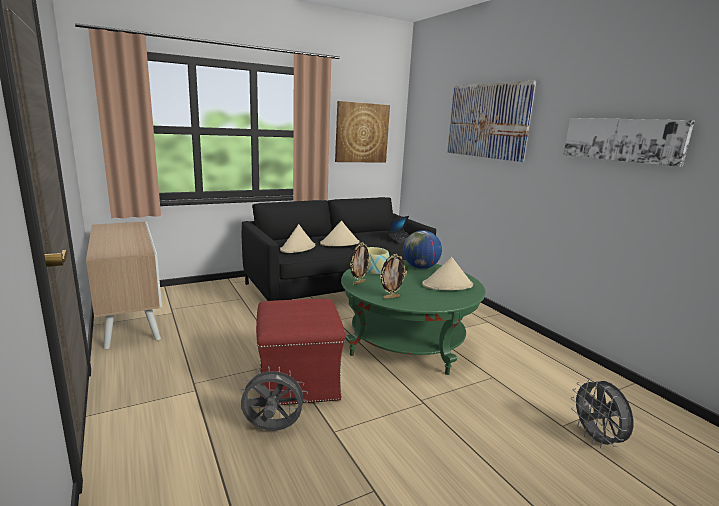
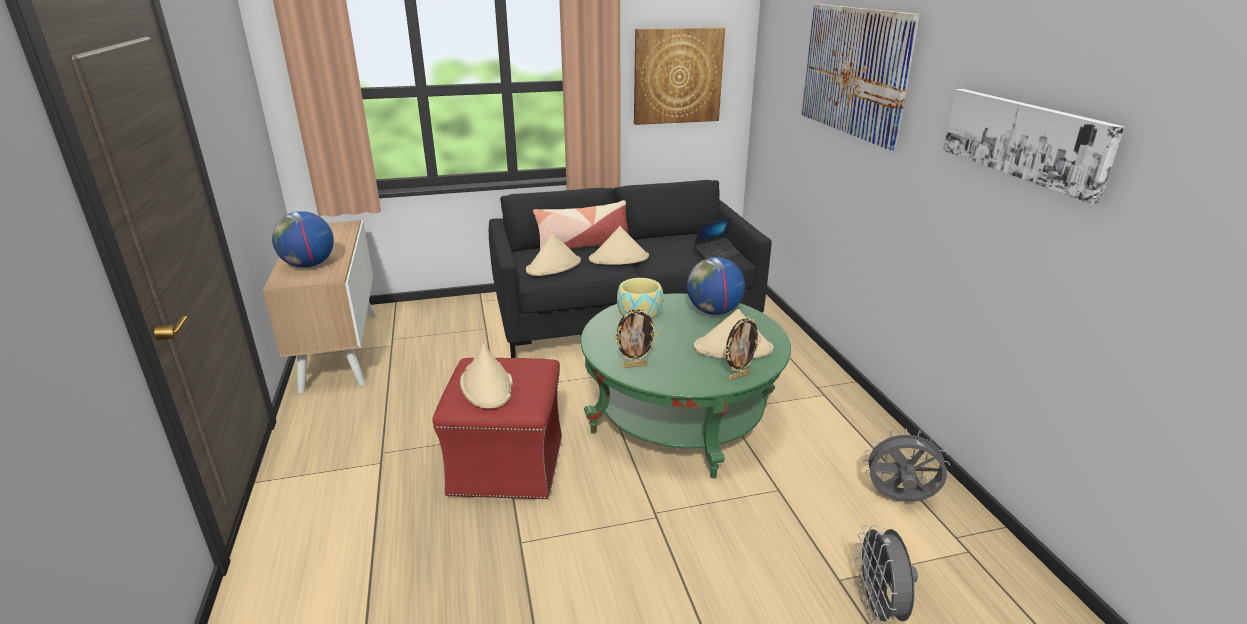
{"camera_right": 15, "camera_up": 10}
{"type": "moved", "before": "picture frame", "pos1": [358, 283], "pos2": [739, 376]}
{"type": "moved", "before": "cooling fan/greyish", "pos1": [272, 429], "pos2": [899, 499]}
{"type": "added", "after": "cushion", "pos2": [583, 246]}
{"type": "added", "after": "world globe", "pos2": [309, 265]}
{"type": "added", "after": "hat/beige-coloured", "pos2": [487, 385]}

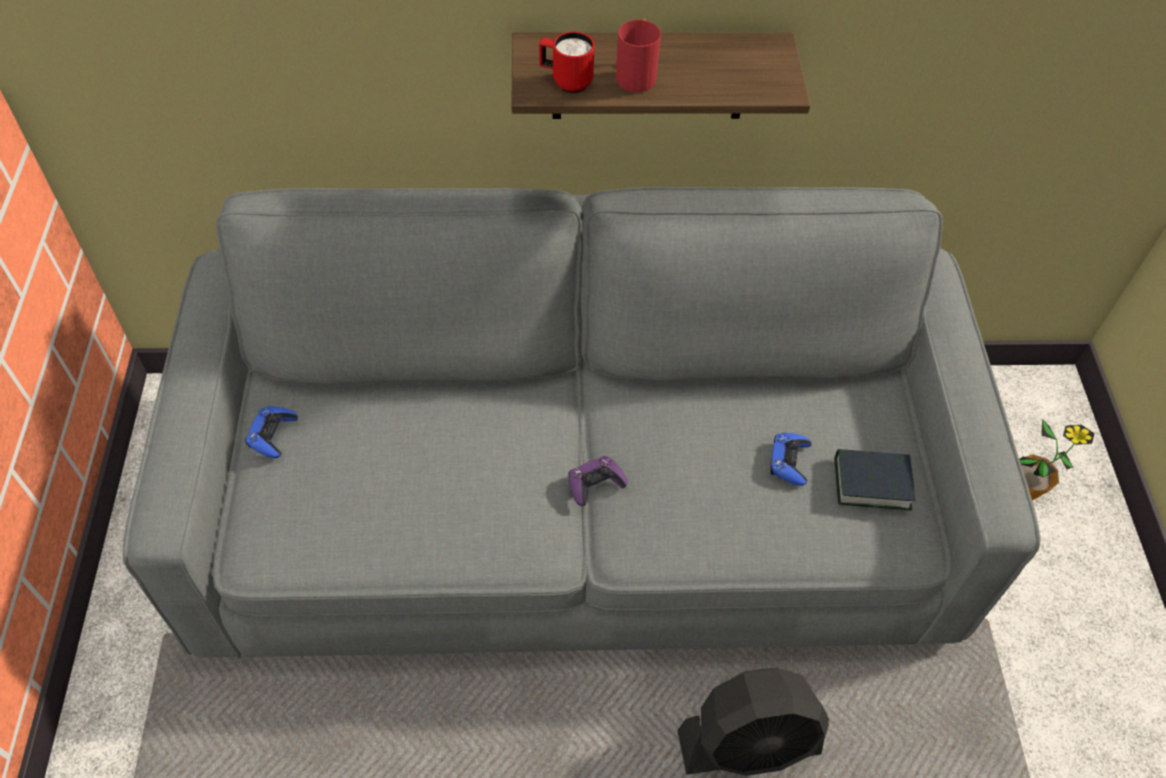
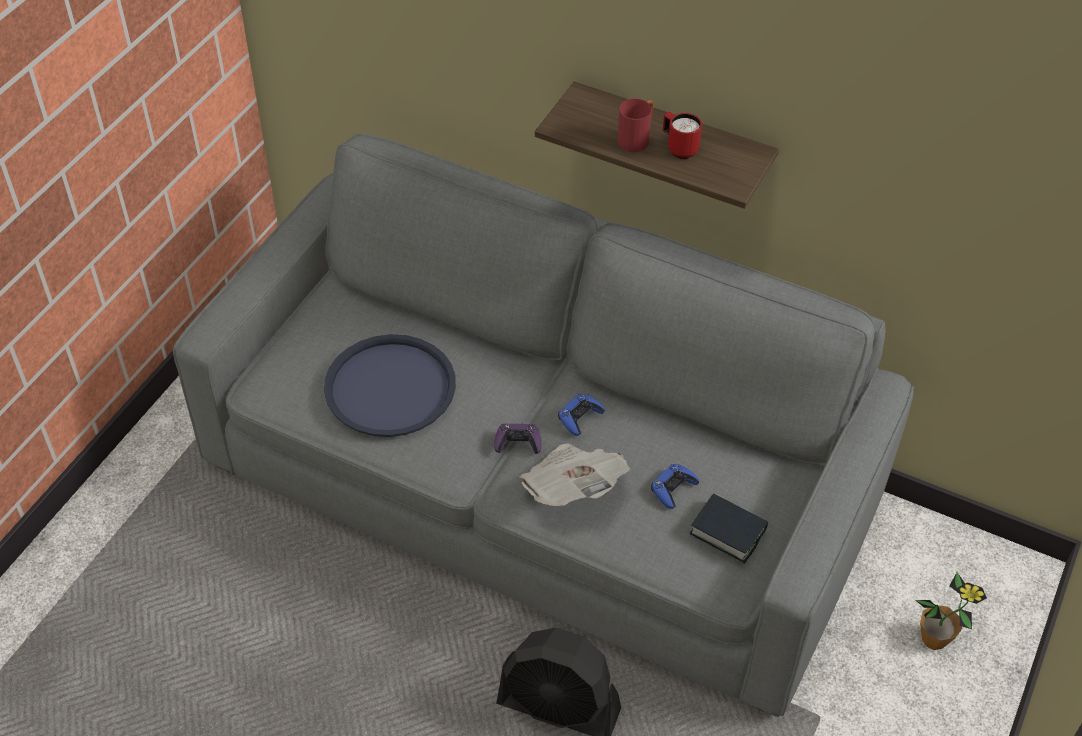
{"camera_right": 30, "camera_up": -5}
{"type": "moved", "before": "coffee mug/reddish", "pos1": [566, 81], "pos2": [678, 148]}
{"type": "moved", "before": "gamepad/blue", "pos1": [272, 435], "pos2": [580, 417]}
{"type": "added", "after": "carrying tray/blue", "pos2": [390, 387]}
{"type": "added", "after": "daily paper", "pos2": [572, 489]}

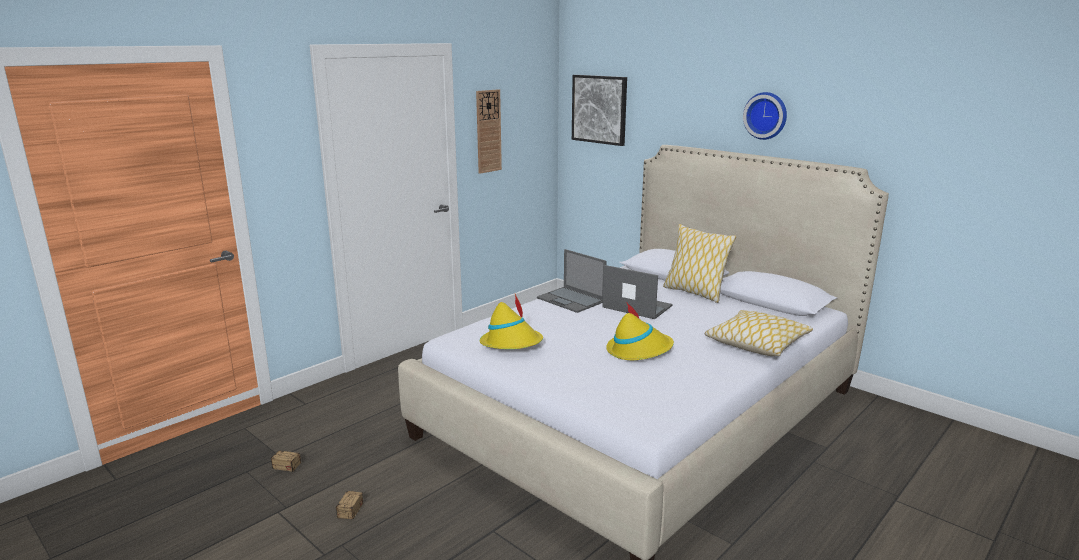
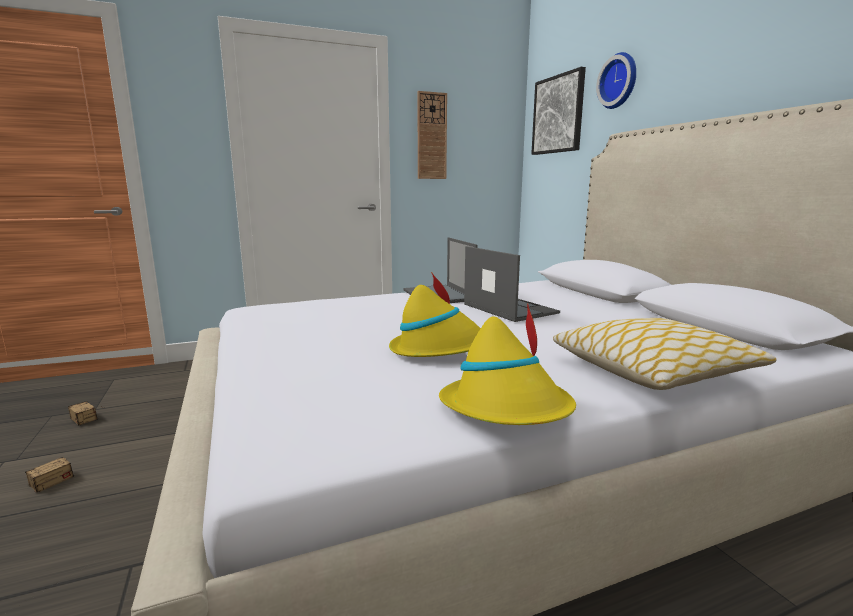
{"camera_right": 25, "camera_up": -5}
{"type": "moved", "before": "hanging clock", "pos1": [766, 115], "pos2": [619, 81]}
{"type": "removed", "before": "cushion", "pos1": [695, 293]}
{"type": "moved", "before": "hat/yellow-coloured", "pos1": [512, 343], "pos2": [506, 408]}

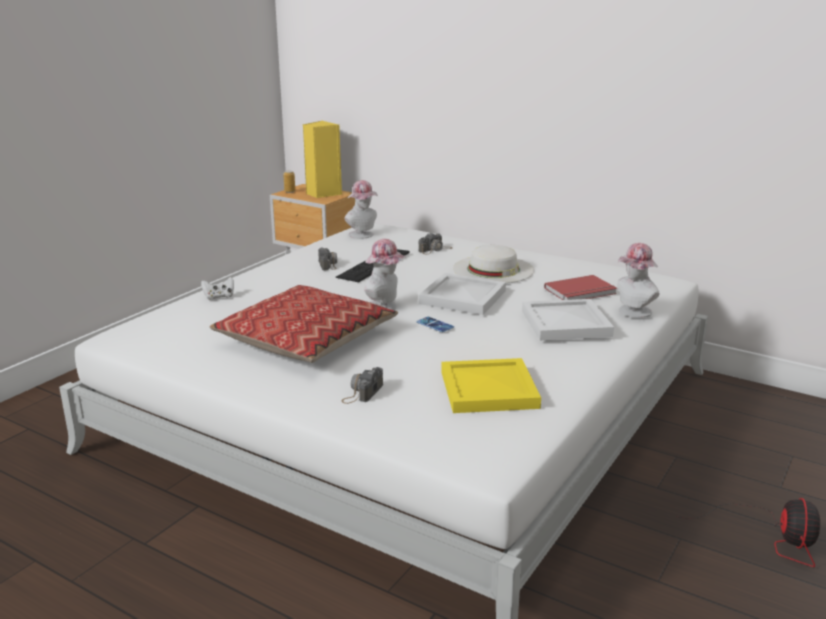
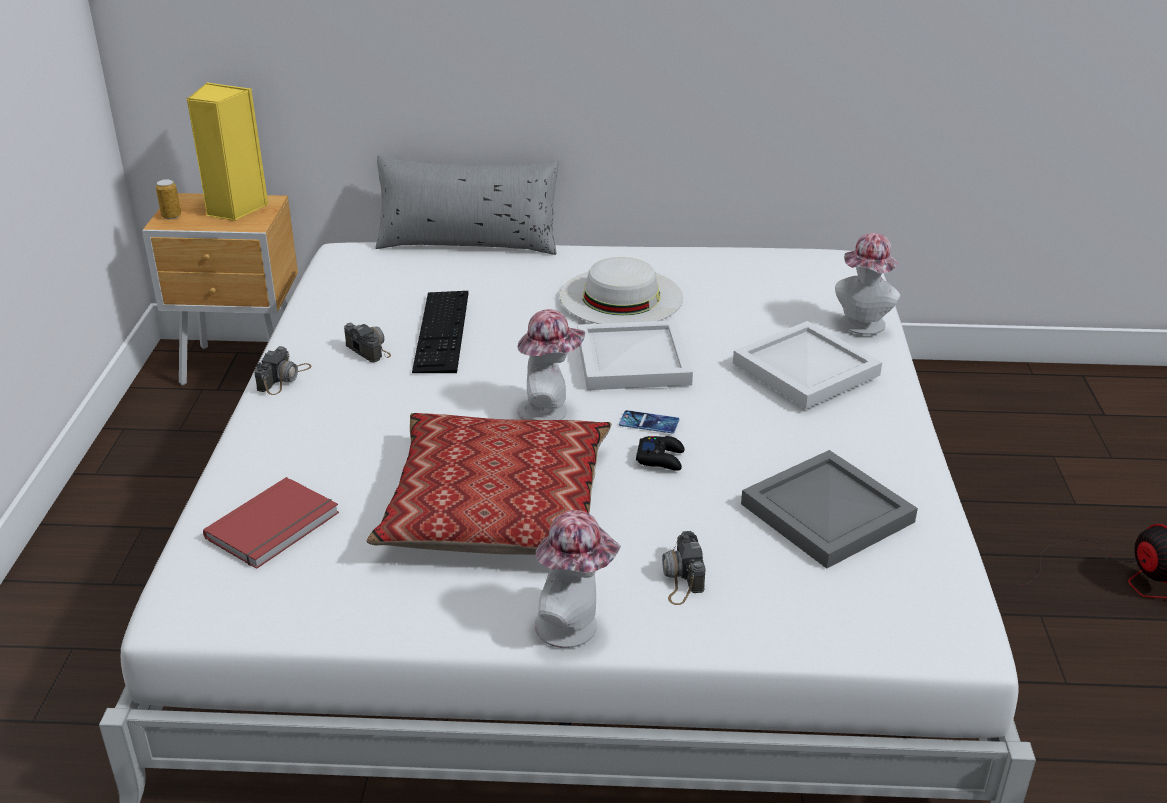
{"camera_right": -30, "camera_up": 10}
{"type": "moved", "before": "hat", "pos1": [363, 235], "pos2": [574, 627]}
{"type": "moved", "before": "photo camera", "pos1": [435, 249], "pos2": [284, 378]}
{"type": "moved", "before": "volume/reddish", "pos1": [581, 292], "pos2": [275, 527]}
{"type": "removed", "before": "gamepad/whitish", "pos1": [219, 297]}
{"type": "recoloured", "before": "carrying tray/yellow-coloured", "after": "carrying tray/greyish", "pos1": [487, 389], "pos2": [824, 512]}
{"type": "added", "after": "cushion/greyish", "pos2": [468, 242]}
{"type": "added", "after": "gamepad/blackish", "pos2": [661, 458]}

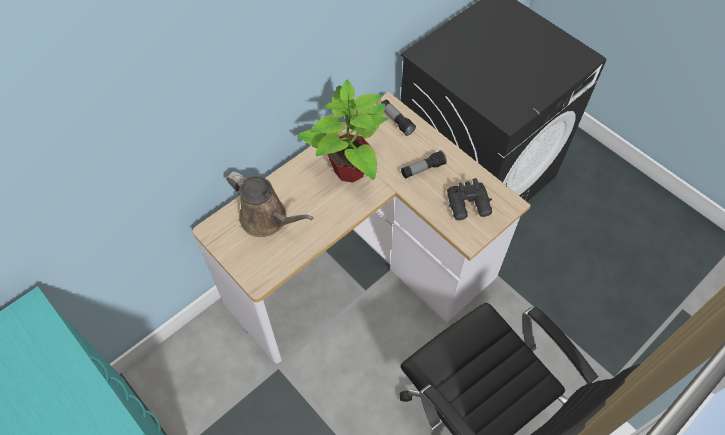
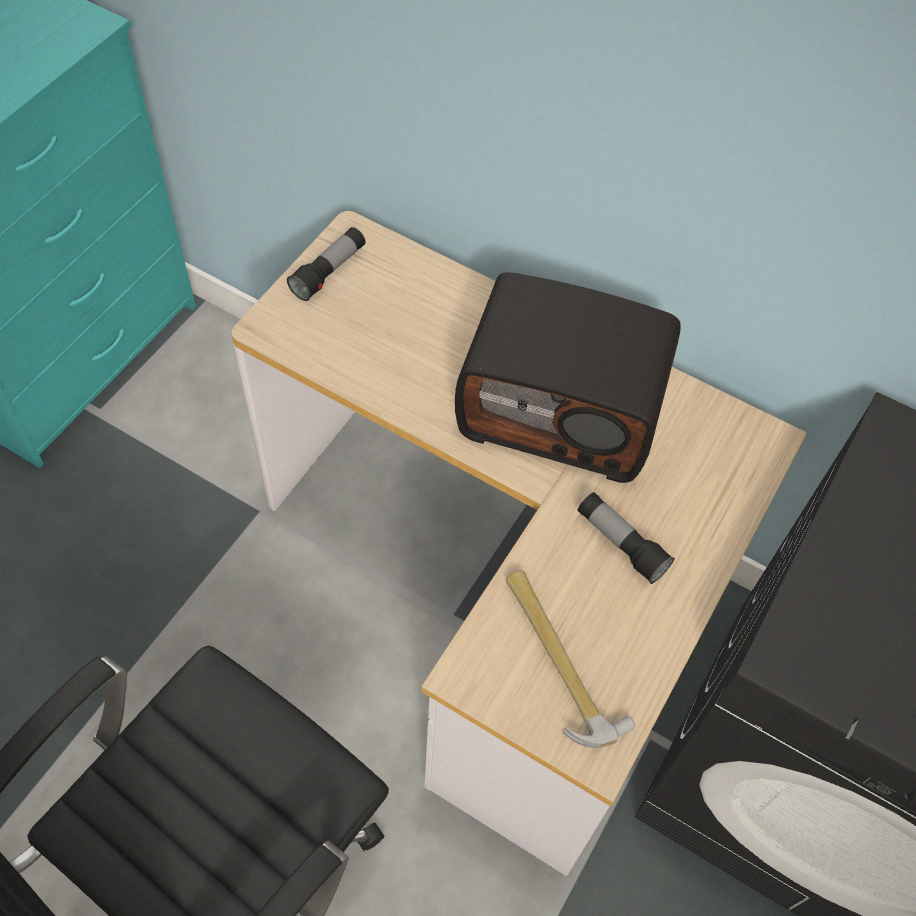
{"camera_right": 70, "camera_up": 0}
{"type": "replaced", "before": "plant in a pot", "after": "radio", "pos1": [349, 170], "pos2": [562, 408]}
{"type": "moved", "before": "flashlight", "pos1": [396, 121], "pos2": [329, 272]}
{"type": "removed", "before": "watering can/brown-coloured", "pos1": [267, 219]}
{"type": "replaced", "before": "pair of binoculars/blackish", "after": "hammer", "pos1": [469, 206], "pos2": [558, 659]}

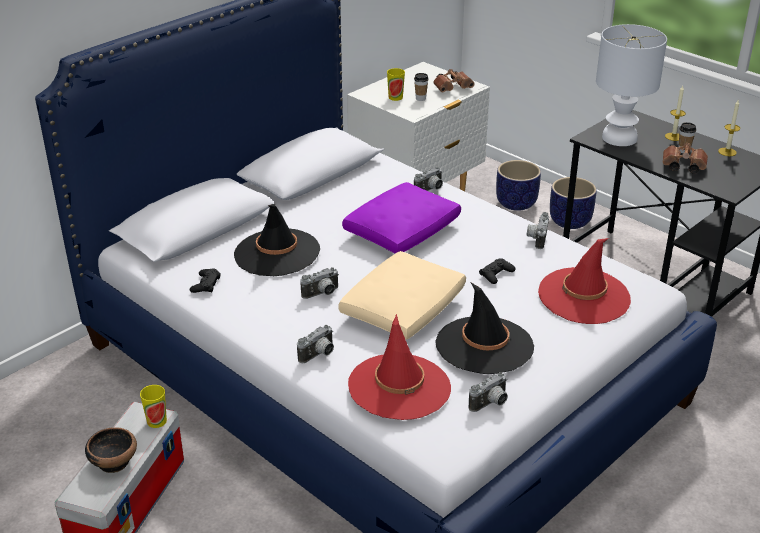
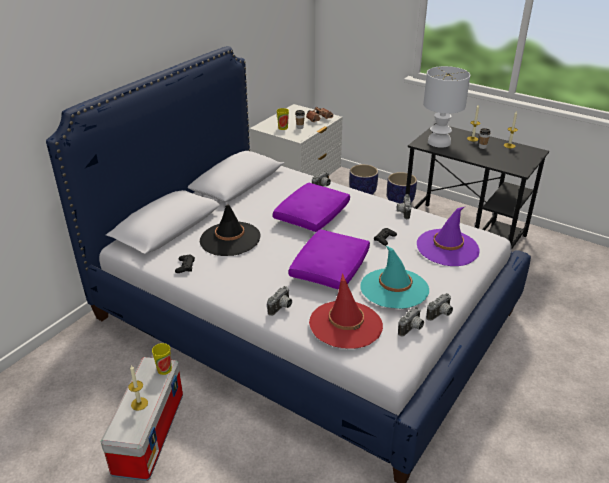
{"camera_right": -10, "camera_up": 0}
{"type": "removed", "before": "pair of binoculars/brown-coloured", "pos1": [682, 167]}
{"type": "recoloured", "before": "hat/reddish", "after": "hat/purplish", "pos1": [584, 296], "pos2": [447, 248]}
{"type": "recoloured", "before": "cushion/beige-coloured", "after": "cushion/purplish", "pos1": [403, 307], "pos2": [330, 268]}
{"type": "moved", "before": "photo camera", "pos1": [322, 294], "pos2": [440, 315]}
{"type": "recoloured", "before": "hat/blackish", "after": "hat/turquoise-coloured", "pos1": [484, 345], "pos2": [394, 288]}
{"type": "replaced", "before": "bowl", "after": "wax light", "pos1": [114, 461], "pos2": [139, 404]}

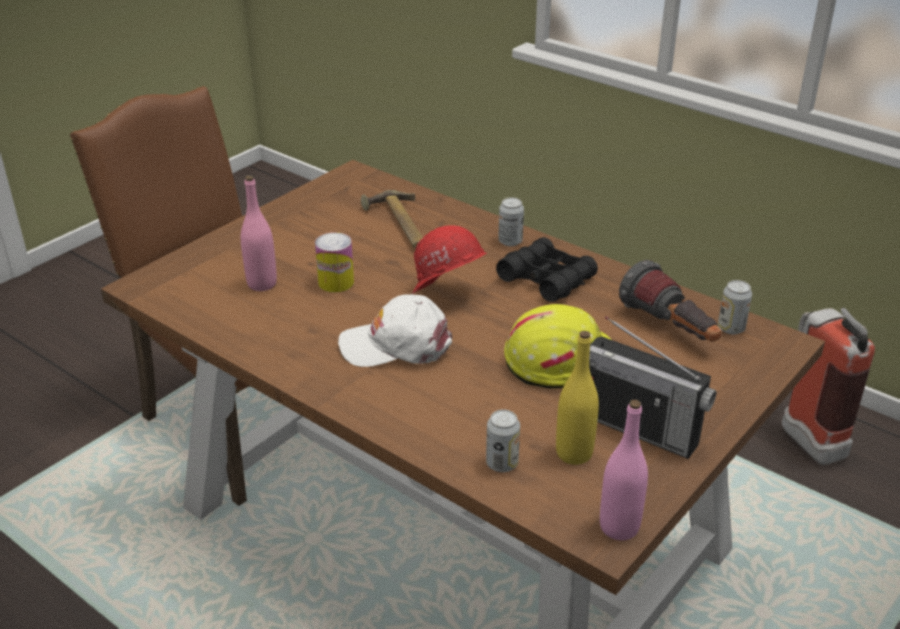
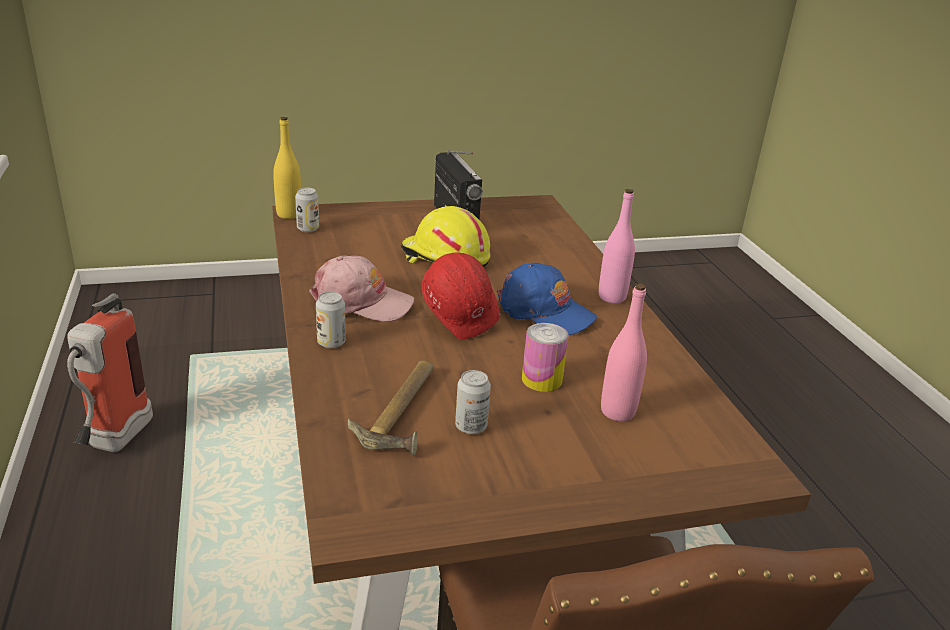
{"camera_right": -145, "camera_up": -5}
{"type": "replaced", "before": "pair of binoculars/blackish", "after": "peaked cap/pink-coloured", "pos1": [546, 279], "pos2": [361, 302]}
{"type": "removed", "before": "flashlight", "pos1": [671, 329]}
{"type": "recoloured", "before": "peaked cap/whitish", "after": "peaked cap/blue", "pos1": [396, 345], "pos2": [544, 311]}
{"type": "moved", "before": "drink bottle/yellow-coloured", "pos1": [574, 453], "pos2": [289, 214]}
{"type": "moved", "before": "drink bottle/pink-coloured", "pos1": [619, 527], "pos2": [612, 297]}
{"type": "moved", "before": "sealed can", "pos1": [502, 464], "pos2": [471, 427]}

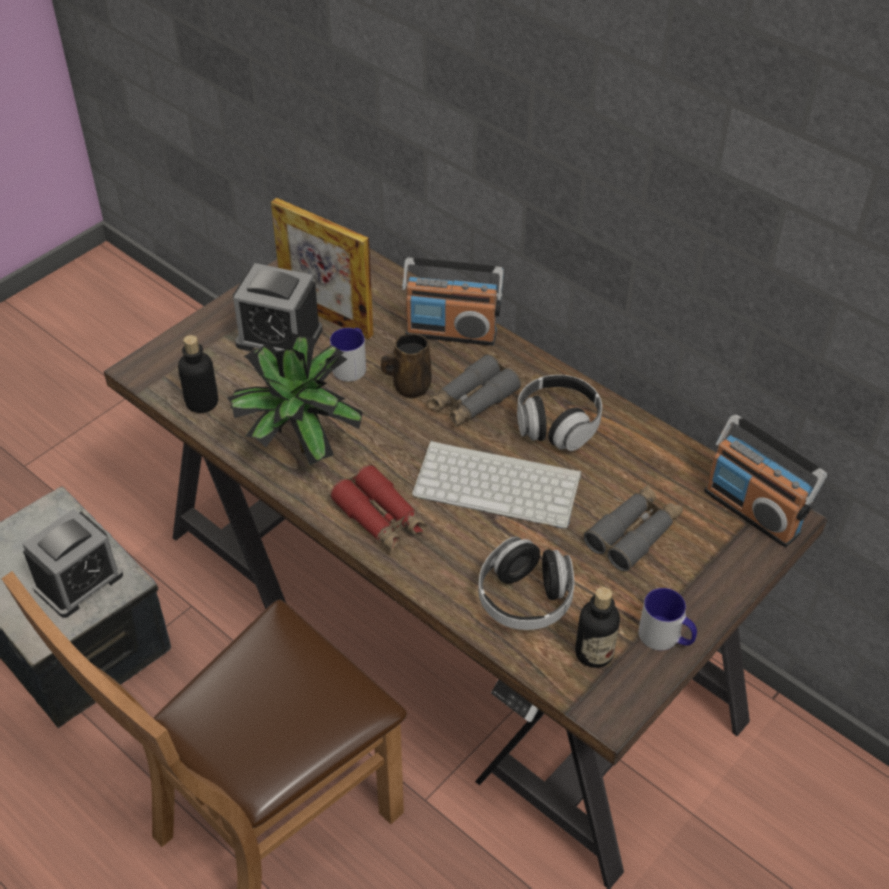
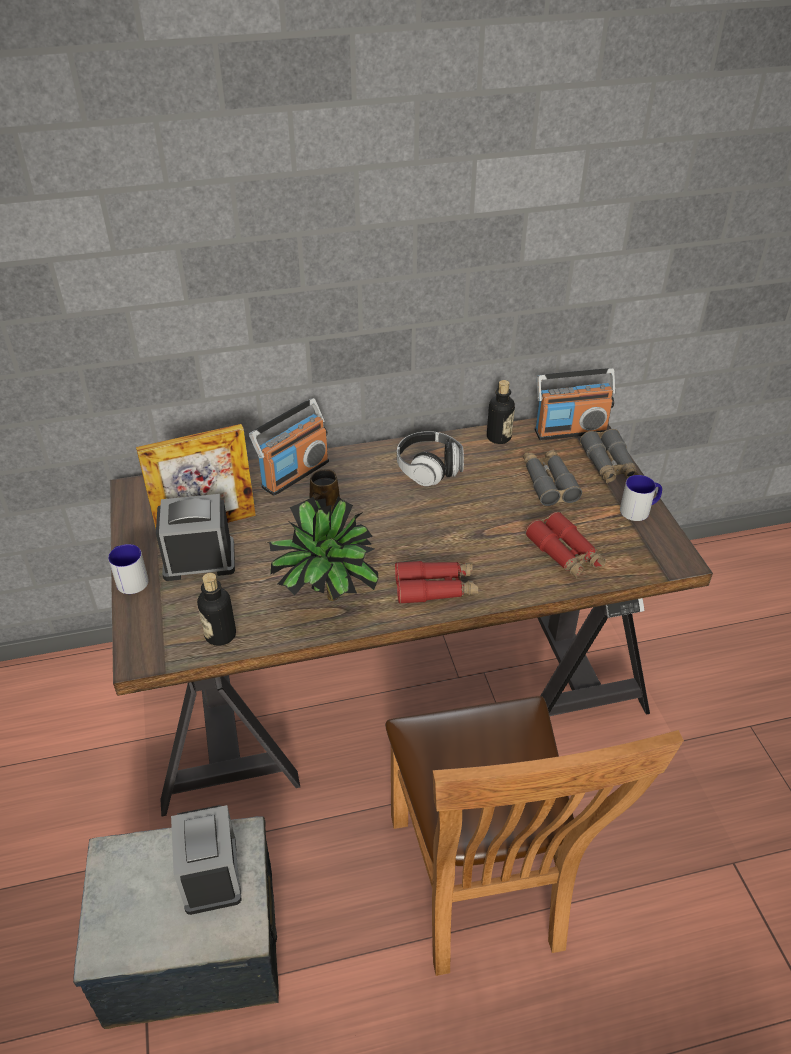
{"camera_right": -55, "camera_up": -5}
{"type": "turned", "before": "table clock", "pos1": [279, 337], "pos2": [199, 560], "turn": -150}
{"type": "moved", "before": "coffee mug", "pos1": [352, 365], "pos2": [129, 579]}
{"type": "moved", "before": "pair of binoculars/greyish", "pos1": [472, 401], "pos2": [609, 465]}
{"type": "removed", "before": "computer keyboard", "pos1": [500, 484]}
{"type": "replaced", "before": "pair of headphones", "after": "pair of binoculars/reddish", "pos1": [525, 599], "pos2": [565, 554]}
{"type": "moved", "before": "drink bottle", "pos1": [594, 653], "pos2": [498, 437]}

